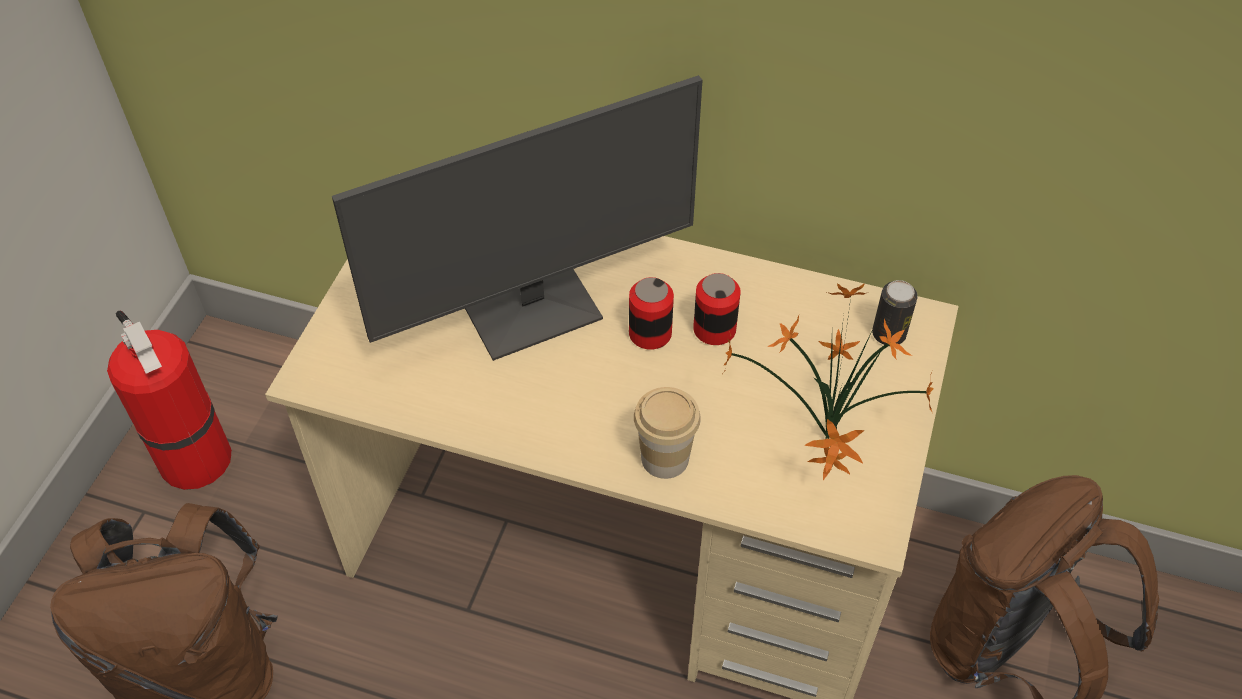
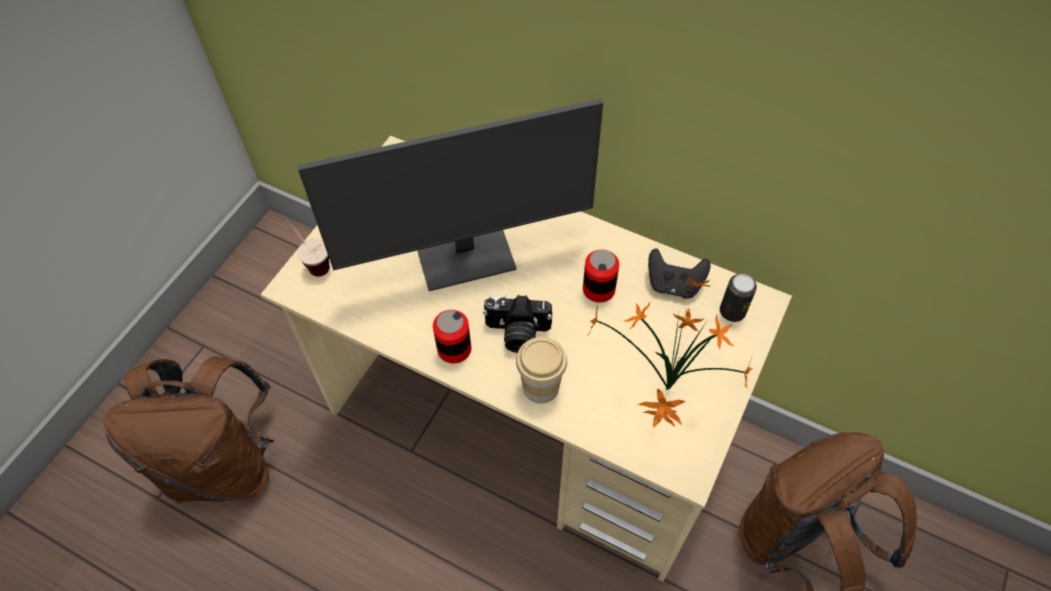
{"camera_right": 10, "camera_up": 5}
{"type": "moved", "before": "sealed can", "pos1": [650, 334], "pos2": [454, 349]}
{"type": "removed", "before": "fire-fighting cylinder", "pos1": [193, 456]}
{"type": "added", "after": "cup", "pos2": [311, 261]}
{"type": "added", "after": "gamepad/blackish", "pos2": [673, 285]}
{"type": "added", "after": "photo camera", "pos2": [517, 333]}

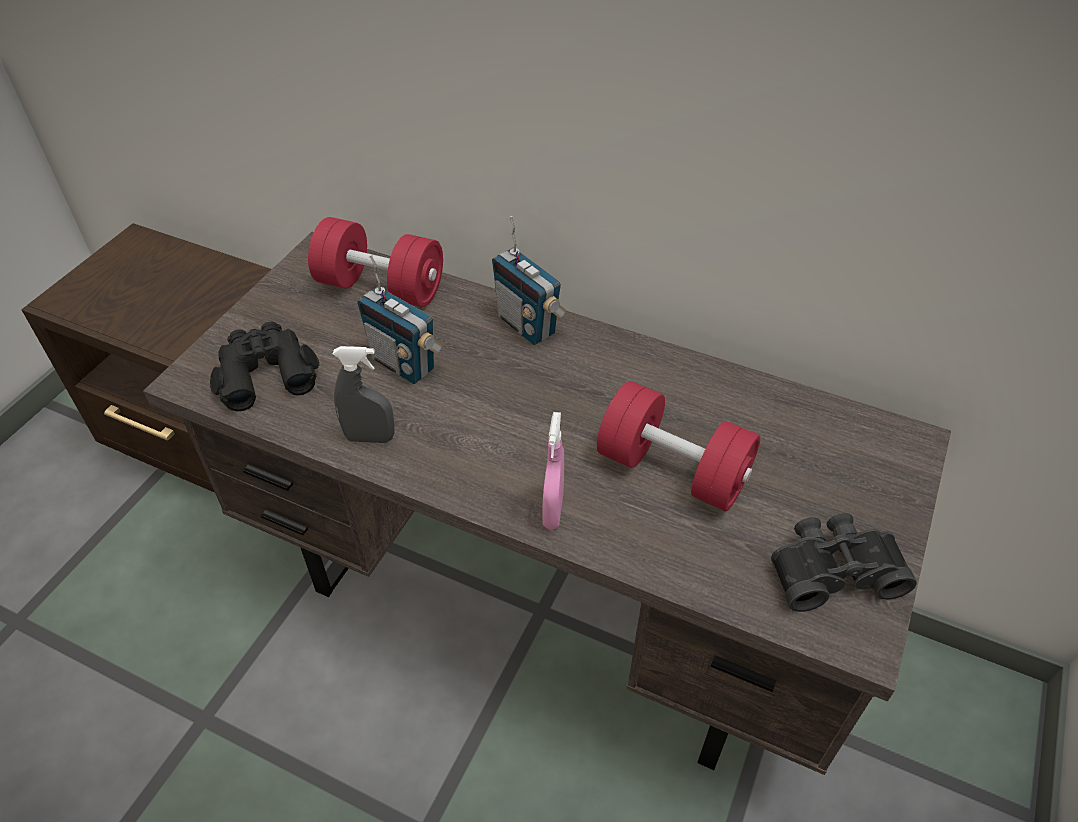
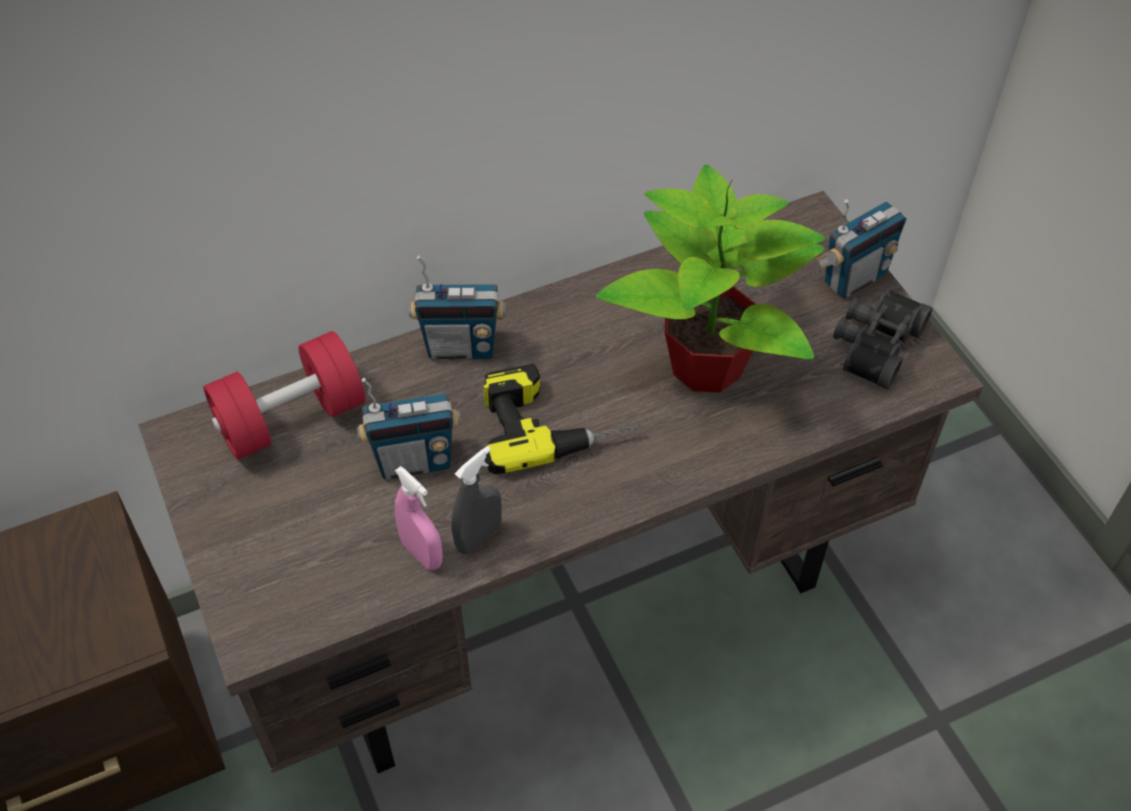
{"camera_right": -50, "camera_up": 5}
{"type": "removed", "before": "pair of binoculars/blackish", "pos1": [265, 372]}
{"type": "replaced", "before": "dumbbell/reddish", "after": "plant in a pot", "pos1": [673, 470], "pos2": [708, 365]}
{"type": "moved", "before": "sprayer/pink-coloured", "pos1": [553, 510], "pos2": [422, 553]}
{"type": "added", "after": "radio", "pos2": [854, 278]}
{"type": "added", "after": "drill", "pos2": [554, 420]}

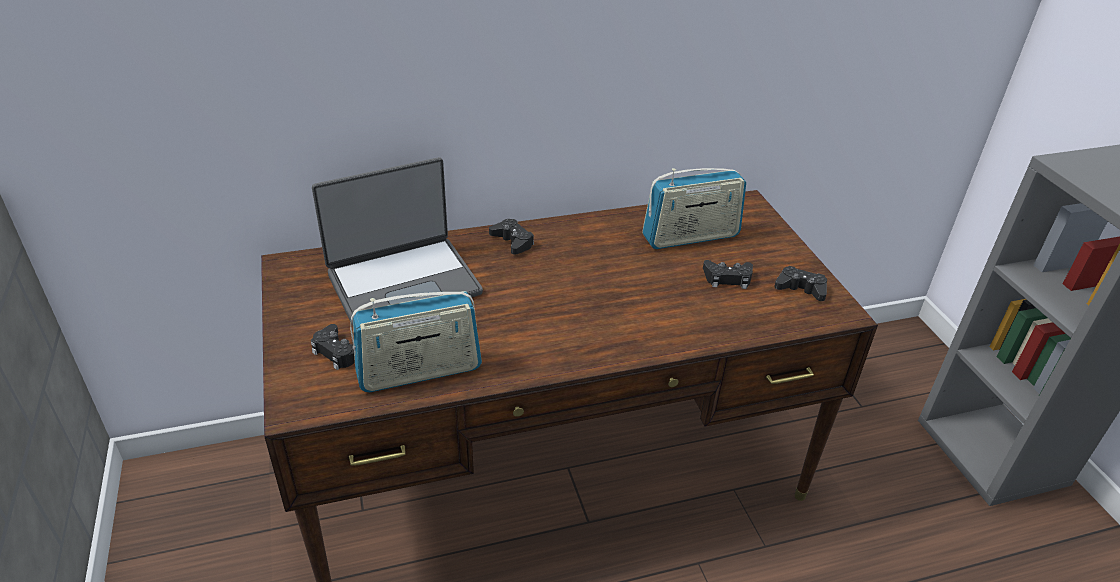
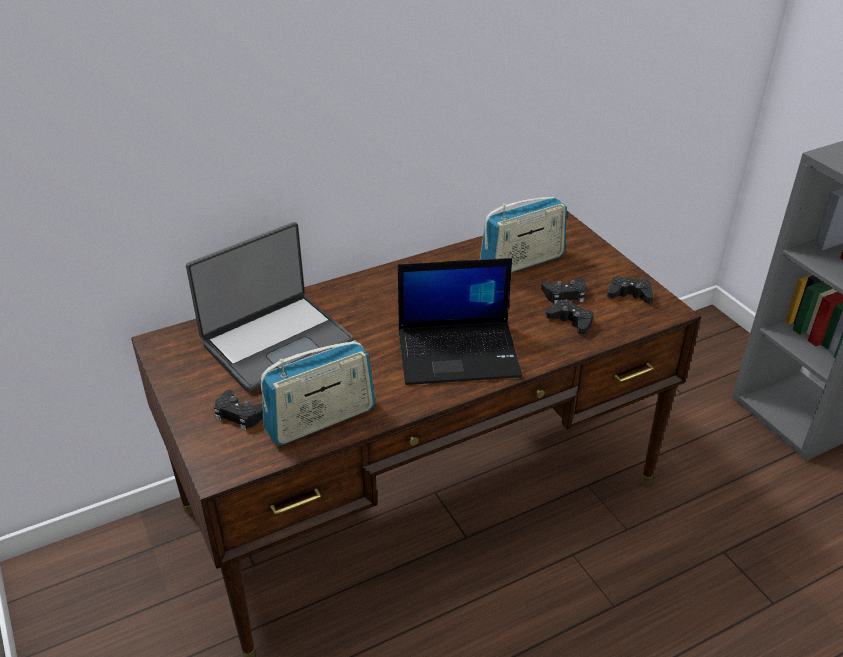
{"camera_right": -10, "camera_up": 0}
{"type": "moved", "before": "gamepad/blackish", "pos1": [512, 241], "pos2": [571, 321]}
{"type": "added", "after": "notebook computer", "pos2": [459, 352]}

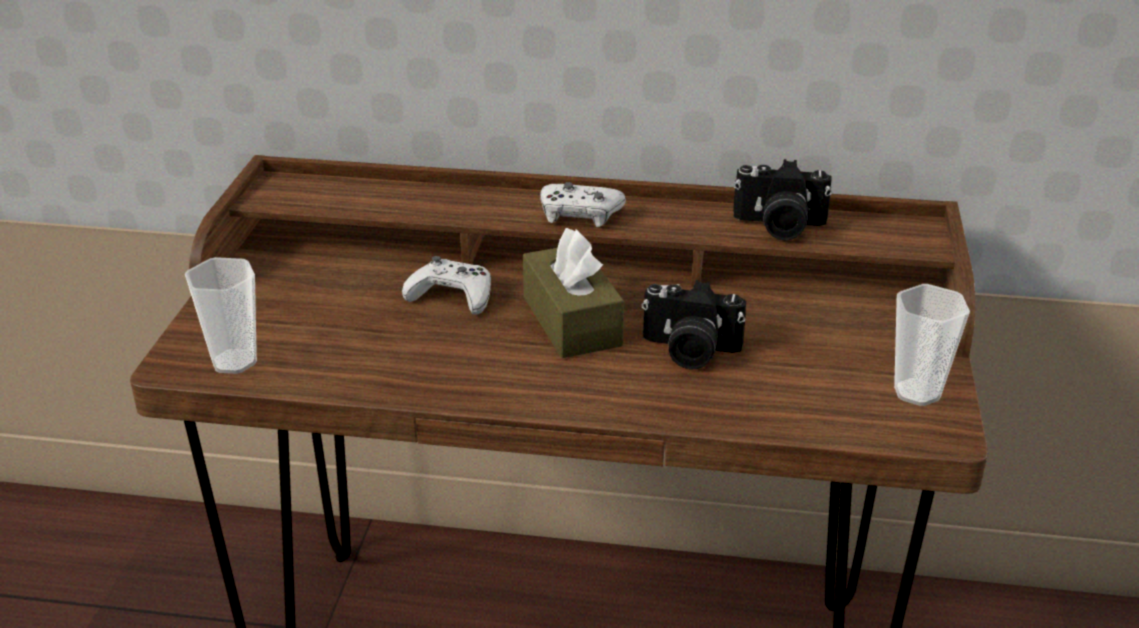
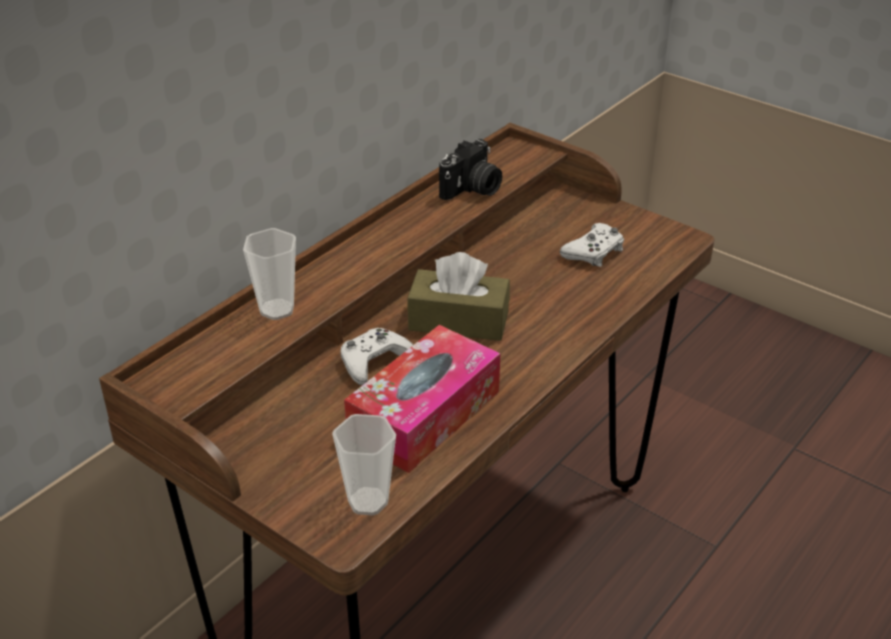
{"camera_right": -60, "camera_up": 5}
{"type": "moved", "before": "gamepad/whitish", "pos1": [579, 214], "pos2": [594, 252]}
{"type": "removed", "before": "photo camera", "pos1": [689, 351]}
{"type": "moved", "before": "cup", "pos1": [917, 392], "pos2": [277, 309]}
{"type": "added", "after": "tissue holder", "pos2": [424, 414]}

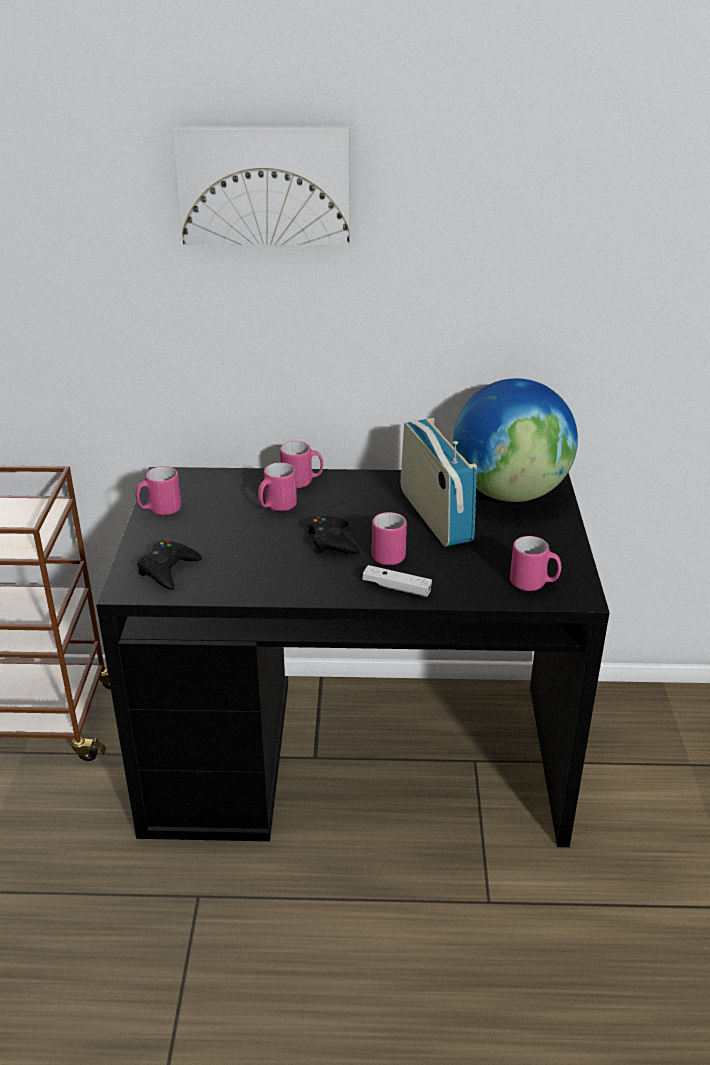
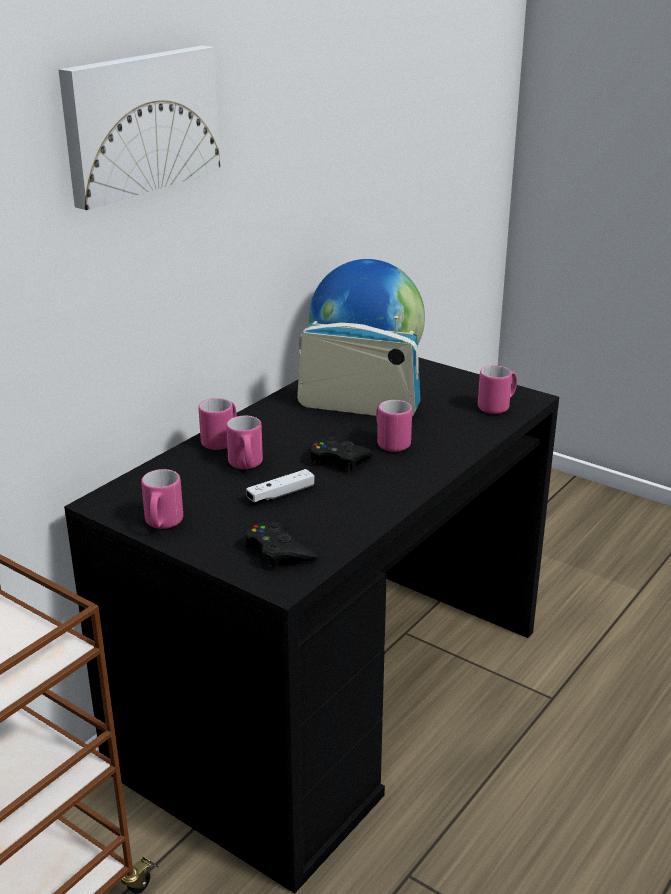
{"camera_right": -55, "camera_up": -5}
{"type": "moved", "before": "gamepad/whitish", "pos1": [396, 587], "pos2": [280, 494]}

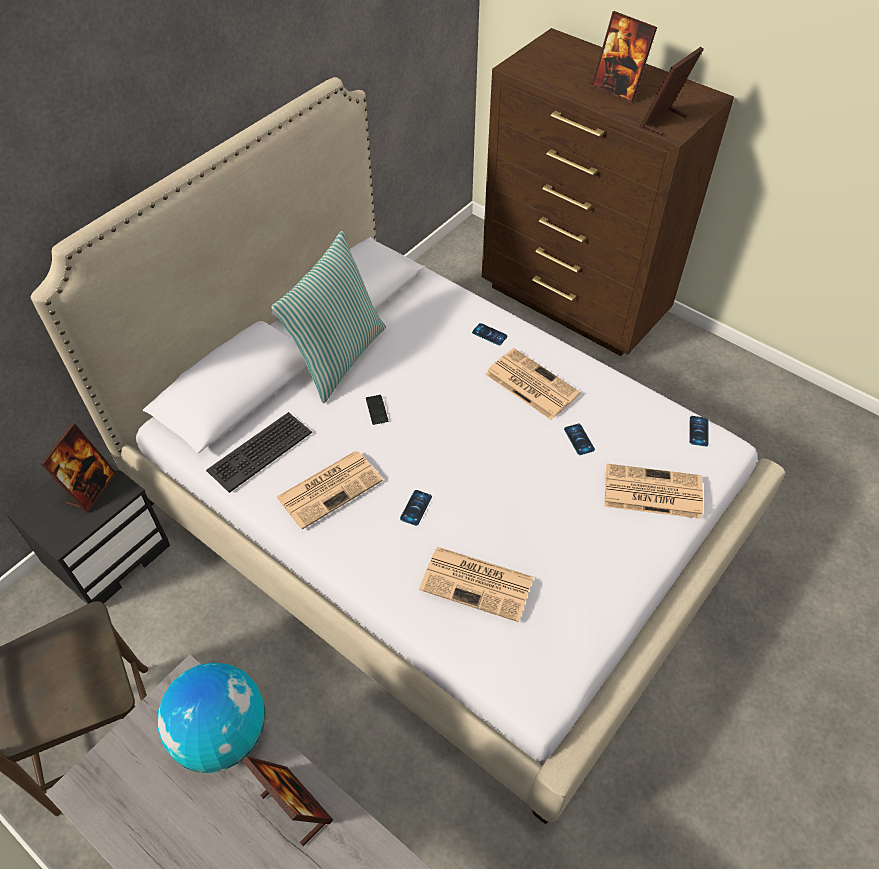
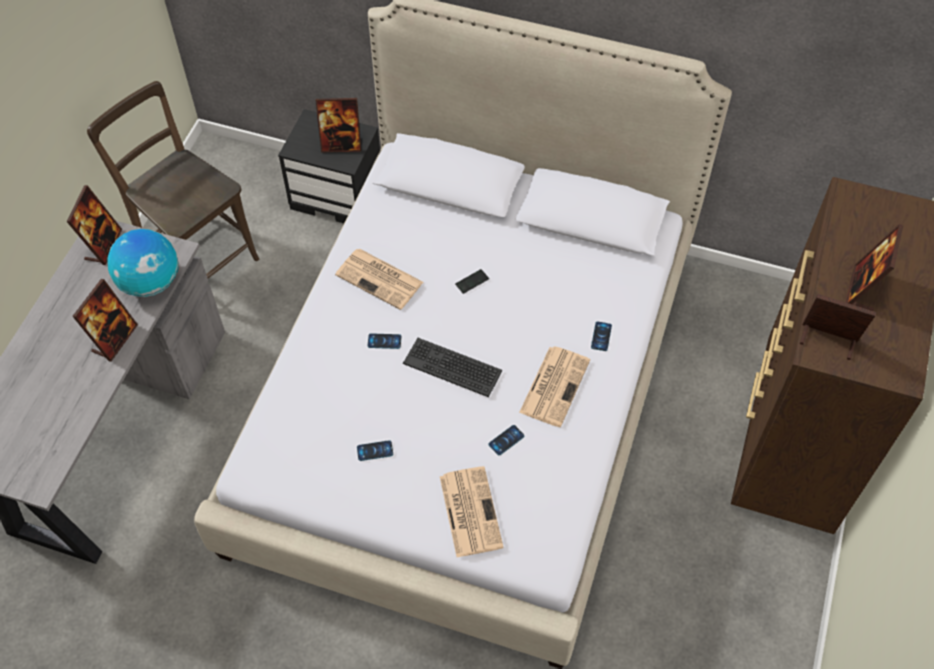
{"camera_right": 70, "camera_up": 5}
{"type": "removed", "before": "cushion", "pos1": [338, 357]}
{"type": "moved", "before": "computer keyboard", "pos1": [259, 451], "pos2": [452, 367]}
{"type": "moved", "before": "handset", "pos1": [698, 431], "pos2": [375, 451]}
{"type": "removed", "before": "daily paper", "pos1": [478, 583]}
{"type": "added", "after": "picture frame", "pos2": [103, 245]}

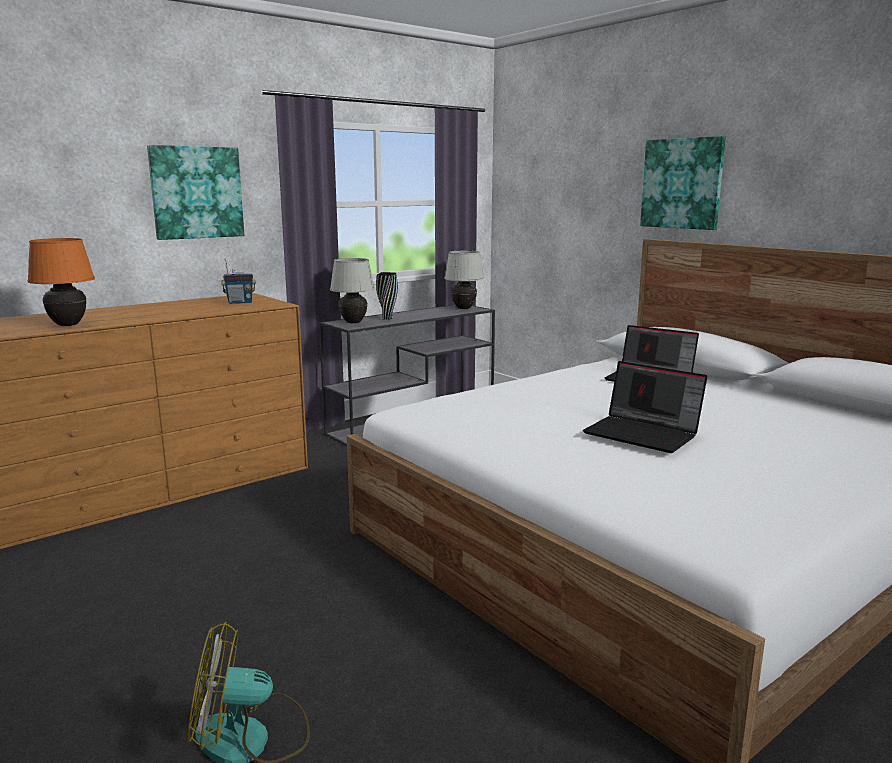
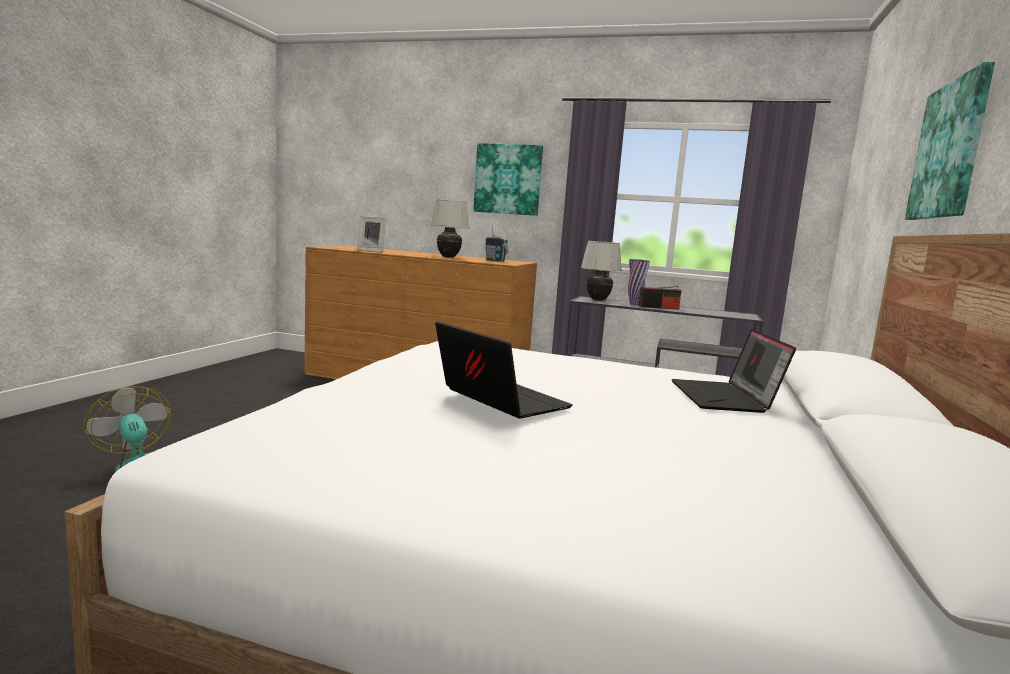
{"camera_right": 55, "camera_up": -5}
{"type": "replaced", "before": "table lamp/orange", "after": "picture frame", "pos1": [68, 325], "pos2": [372, 251]}
{"type": "moved", "before": "table lamp/whitish", "pos1": [464, 308], "pos2": [448, 257]}
{"type": "recoloured", "before": "vase/blackish", "after": "vase/purplish", "pos1": [387, 318], "pos2": [634, 304]}
{"type": "turned", "before": "notebook computer", "pos1": [644, 434], "pos2": [498, 400], "turn": 135}
{"type": "added", "after": "radio", "pos2": [658, 307]}

